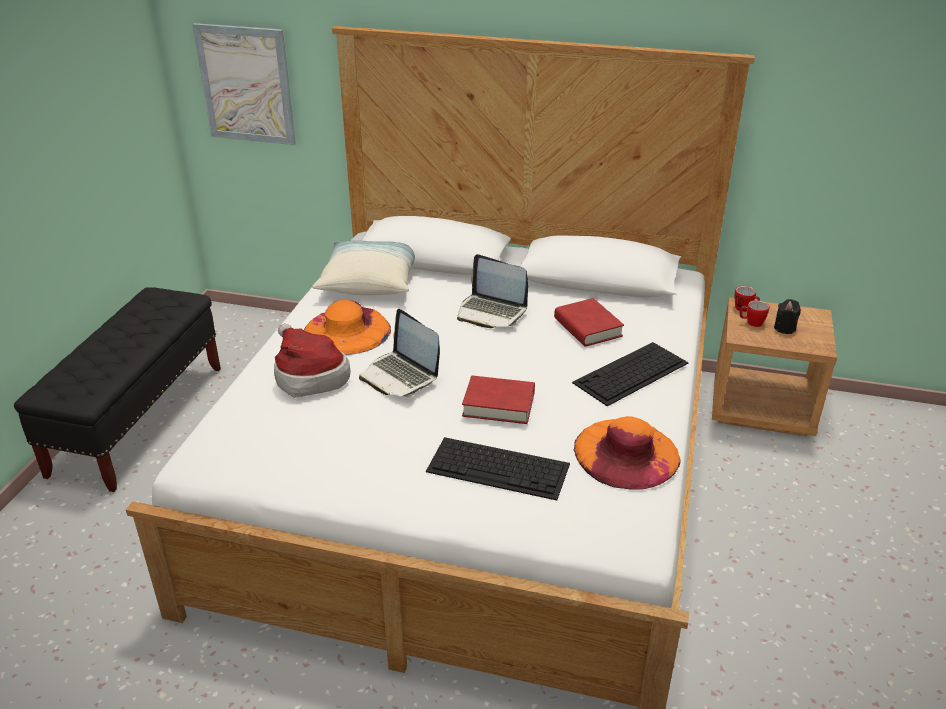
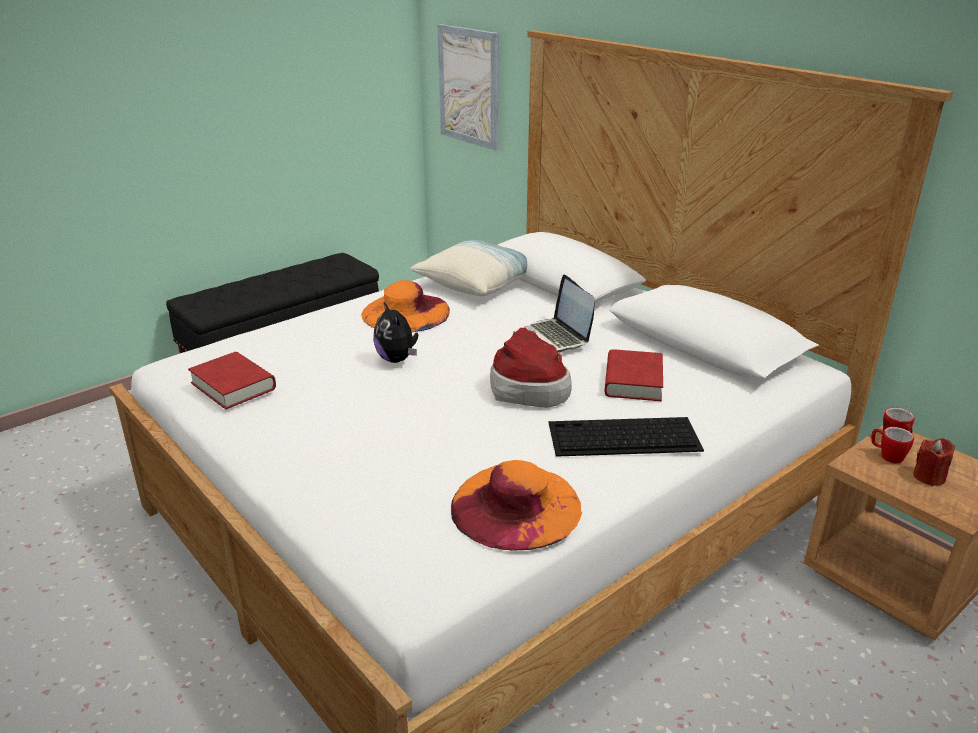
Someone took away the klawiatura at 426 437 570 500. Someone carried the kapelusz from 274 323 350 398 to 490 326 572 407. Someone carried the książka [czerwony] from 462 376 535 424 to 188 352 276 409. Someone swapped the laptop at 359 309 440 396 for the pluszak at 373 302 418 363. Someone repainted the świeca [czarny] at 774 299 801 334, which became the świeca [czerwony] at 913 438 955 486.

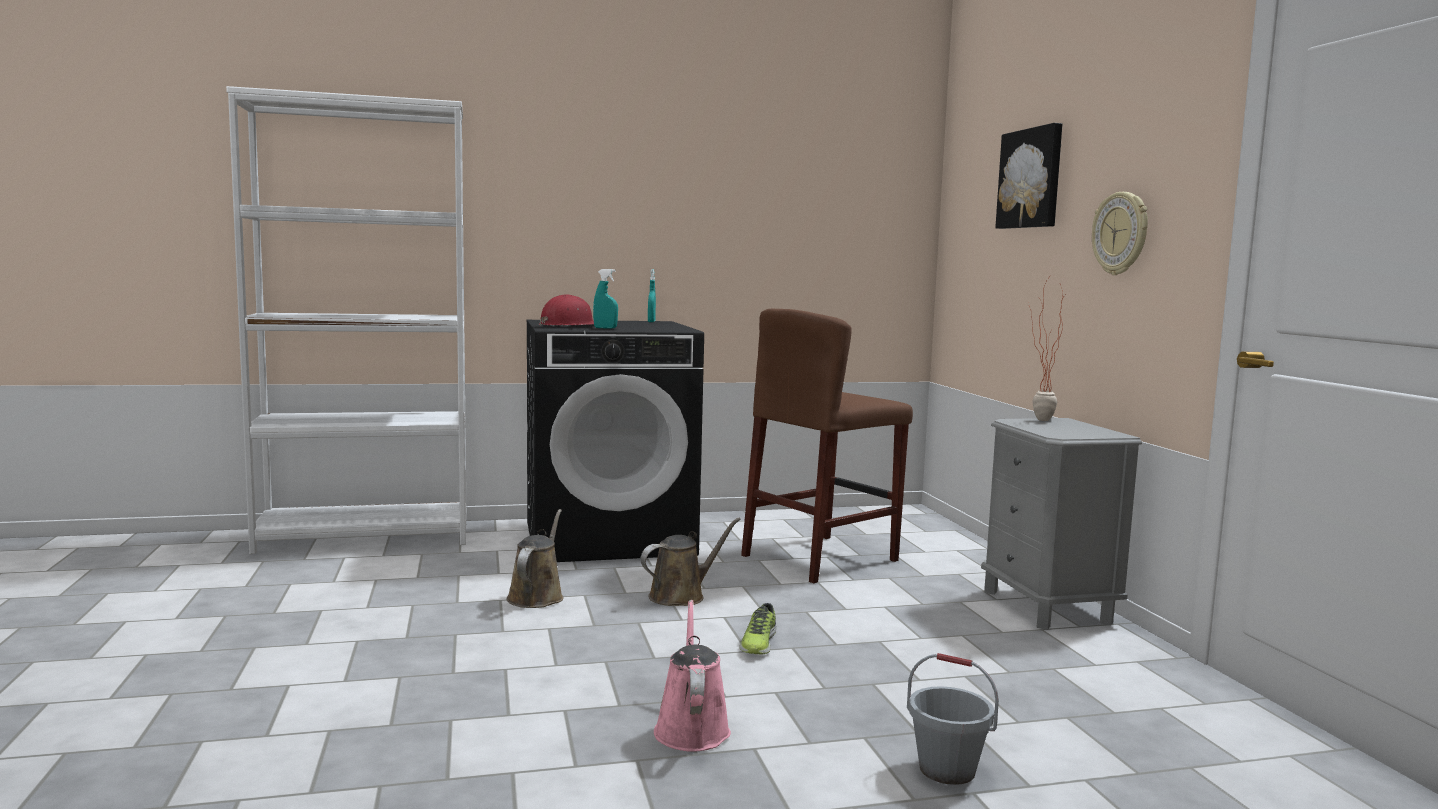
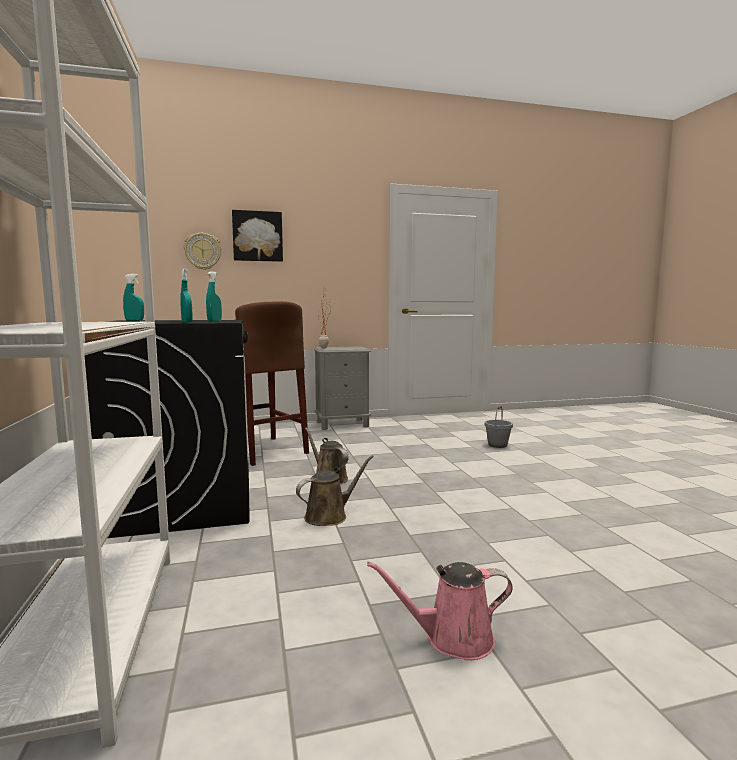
Someone took away the but at 739 603 776 655. Someone carried the konewka [różowy] from 654 600 731 752 to 367 562 513 660. Someone carried the zegar ścienny from 1092 192 1148 275 to 184 233 222 270. Someone swapped the kask [czerwony] at 539 294 594 326 for the spryskiwacz [turkusowy] at 180 268 193 322. Someone rotated the konewka [brązowy] at 506 509 564 608 by 135 degrees clockwise.

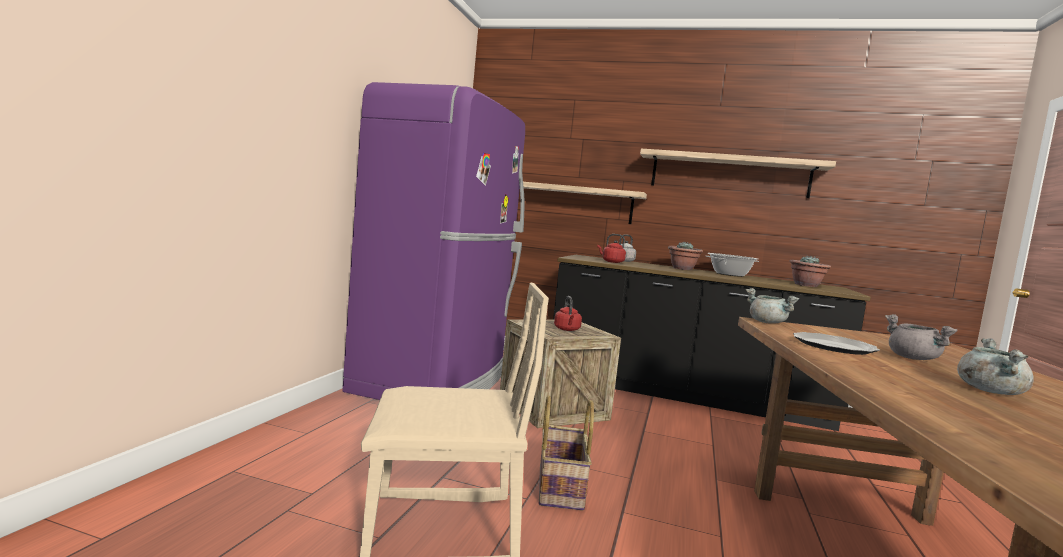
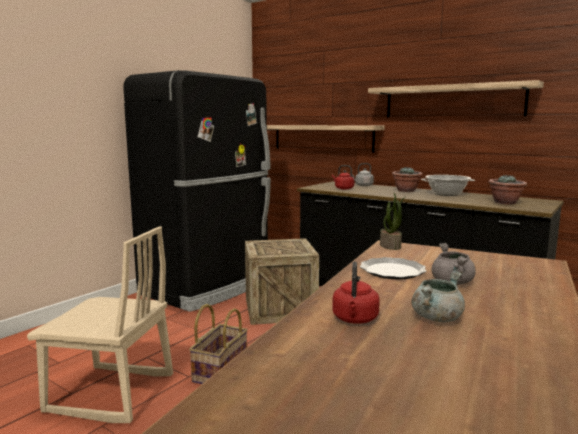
Someone carried the czajnik [czerwony] from 554 296 582 331 to 332 261 380 324. Someone swapped the garnek [szary] at 746 288 799 324 for the roślina doniczkowa at 380 193 406 250. Someone repainted the lodówka [fioletowy] at 342 82 525 400, which became the lodówka [czarny] at 123 70 271 312.

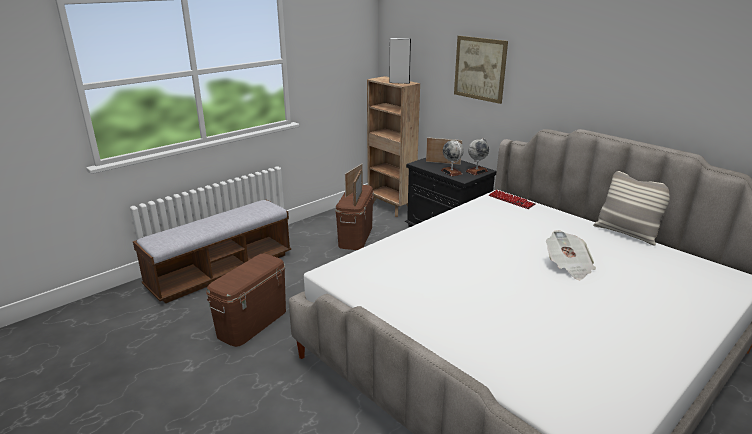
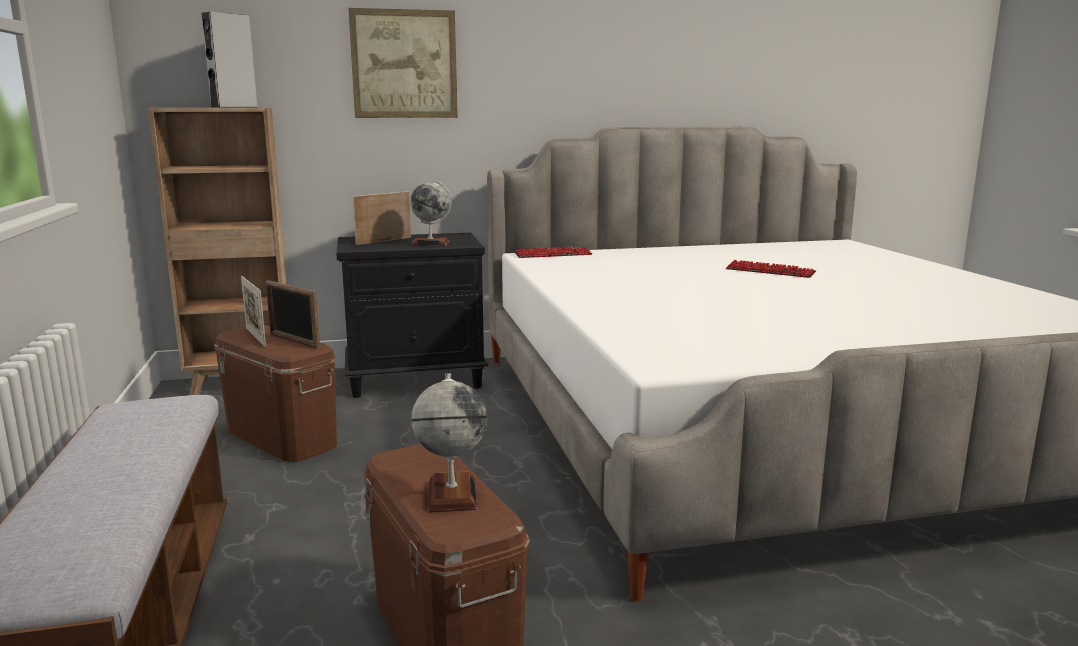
Someone took away the poduszka at 593 171 670 246. Someone carried the globus from 466 138 489 175 to 411 374 487 513. Someone swapped the gazeta at 546 230 596 280 for the klawiatura at 726 260 816 278.

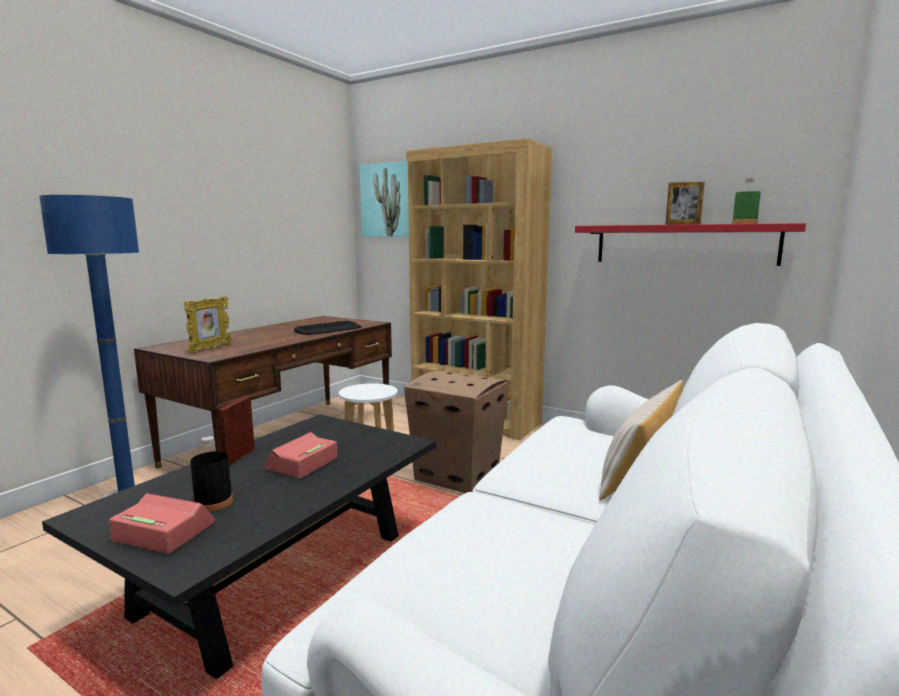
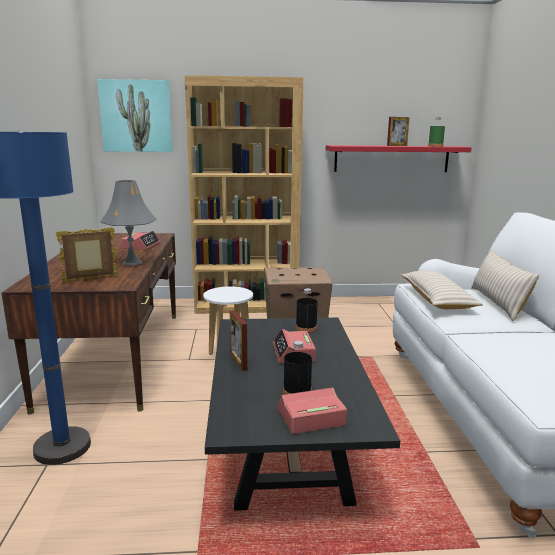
Someone put down the lampa stołowa [szary] at 101 180 156 266. Someone put down the butelka [czarny] at 296 288 318 333. Someone put down the poduszka [beżowy] at 401 271 483 309. Someone swapped the klawiatura at 294 321 362 335 for the budzik at 122 231 160 250. Someone rotated the ramka na zdjęcie at 184 296 232 353 by 105 degrees counterclockwise.

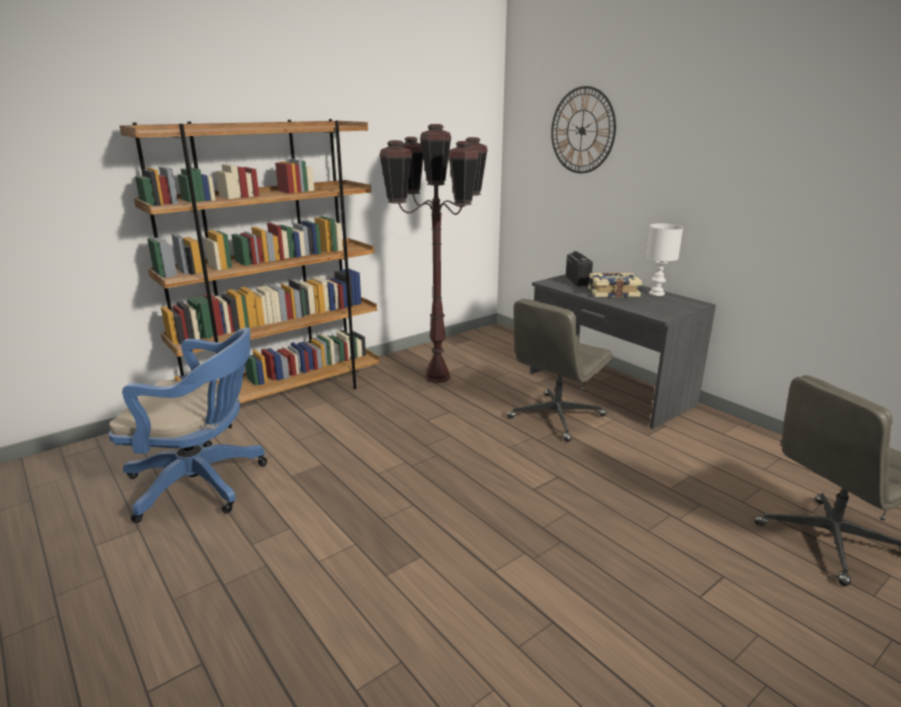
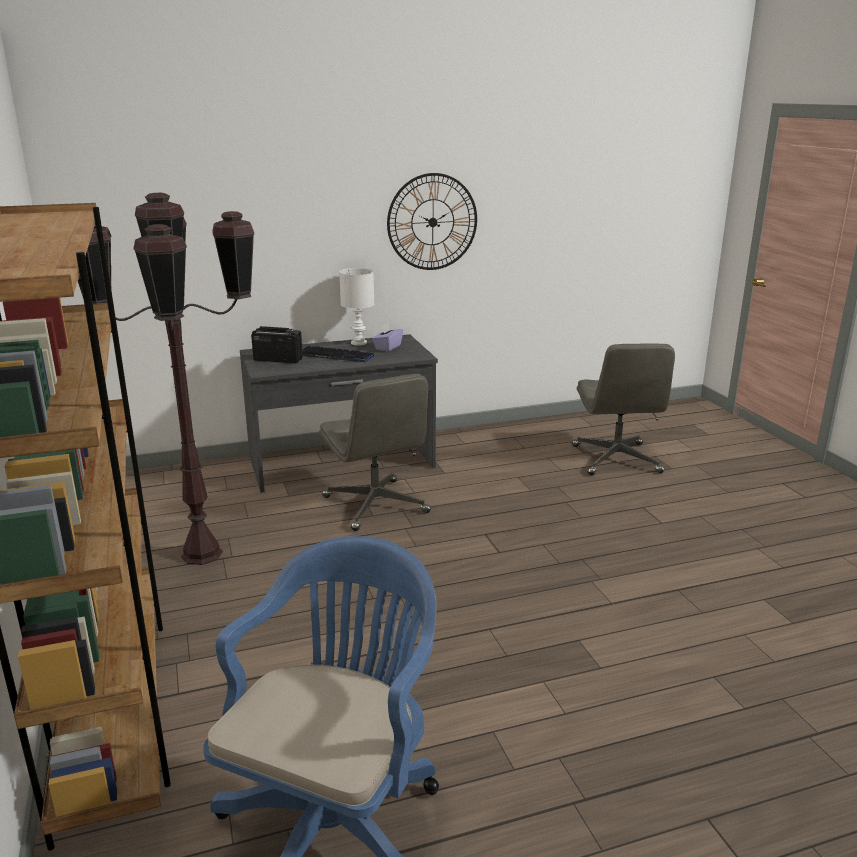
Someone put down the pudełko chusteczek [fioletowy] at 372 323 403 351. Someone carried the zegar ścienny from 551 86 616 173 to 387 173 477 270. Someone swapped the książka at 588 272 642 298 for the klawiatura at 302 346 374 362.

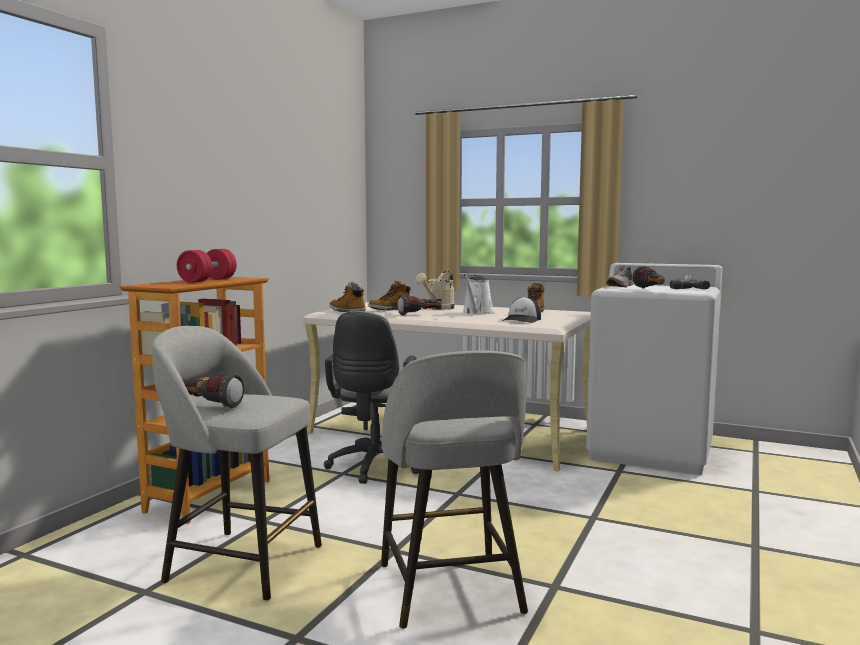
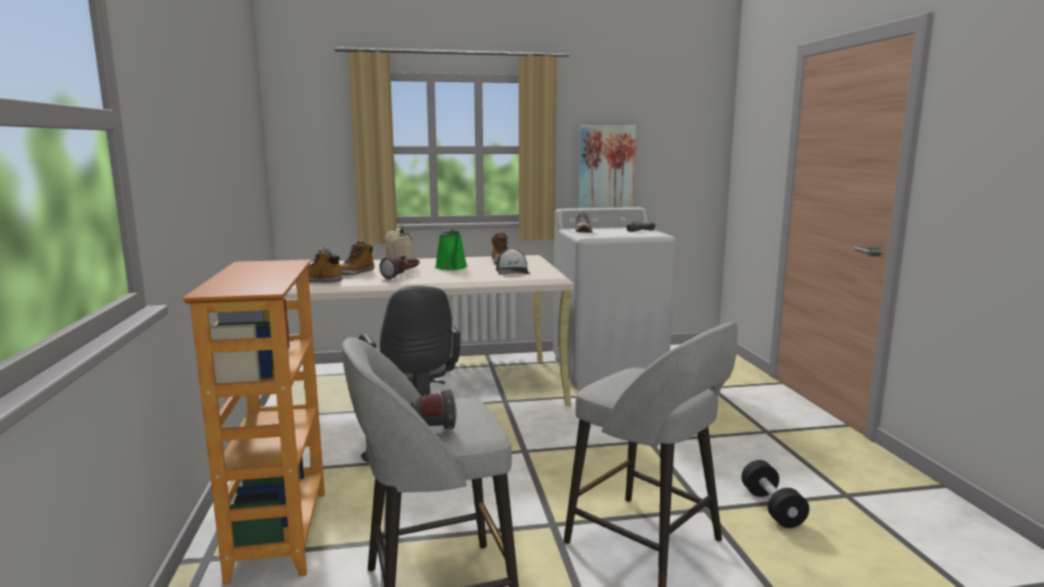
Someone took away the hantel [czerwony] at 177 249 237 283. Someone took away the latarka at 632 266 665 288. Someone put up the obraz at 579 125 636 208. Someone put down the hantel [czarny] at 741 460 809 528. Someone repainted the konewka [biały] at 462 274 495 315, which became the konewka [zielony] at 435 229 468 270.

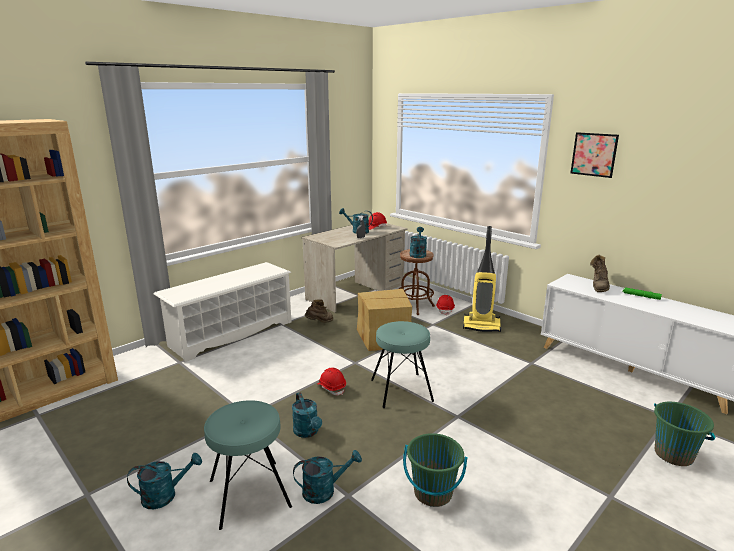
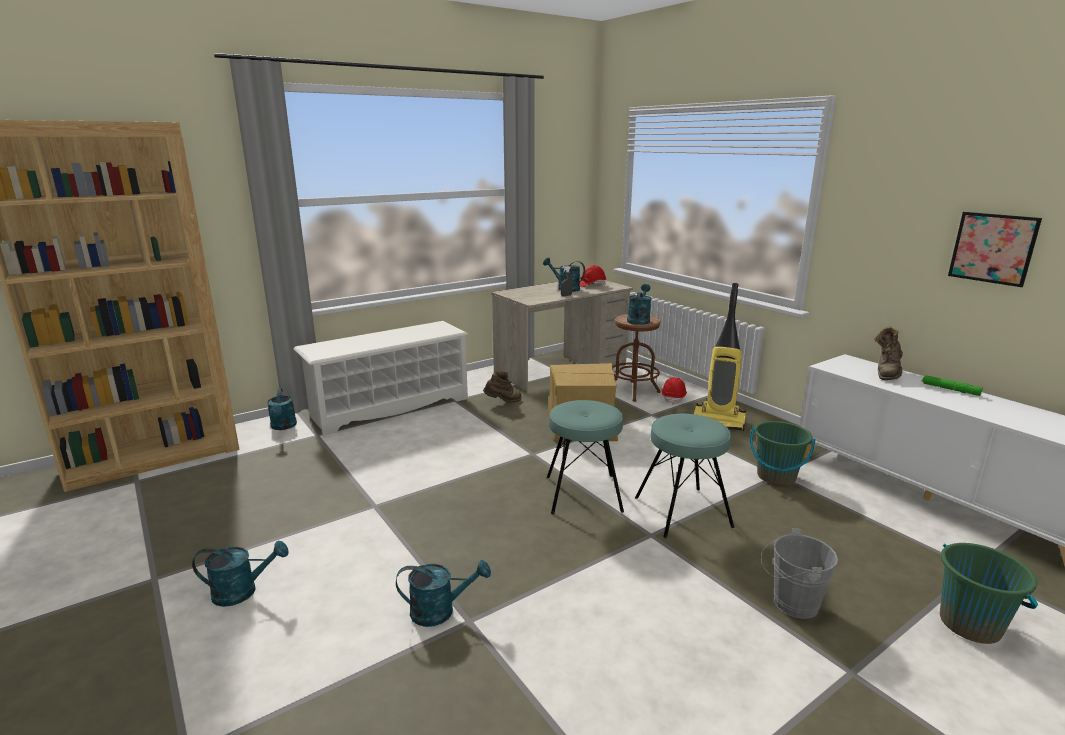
Someone took away the kask [czerwony] at 318 368 346 395. Someone put down the wiadro [szary] at 761 528 838 619. Someone carried the stołek [turkusowy] from 204 400 292 530 to 635 414 734 538. Someone carried the konewka [turkusowy] from 292 392 322 438 to 267 389 297 430. Someone carried the wiadro [zielony] from 403 433 467 507 to 750 421 816 486. Someone carried the obraz from 571 132 619 178 to 948 212 1042 287.

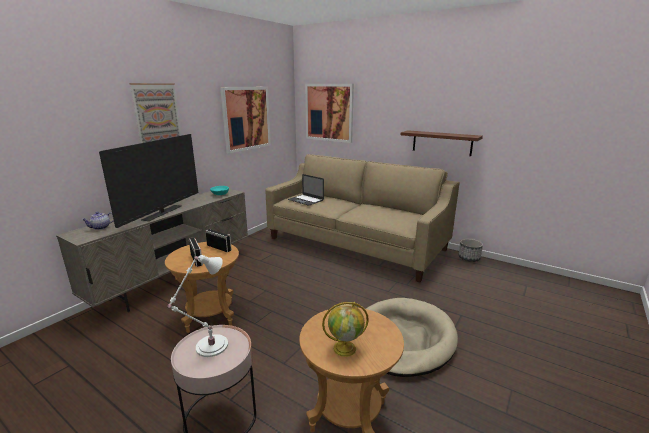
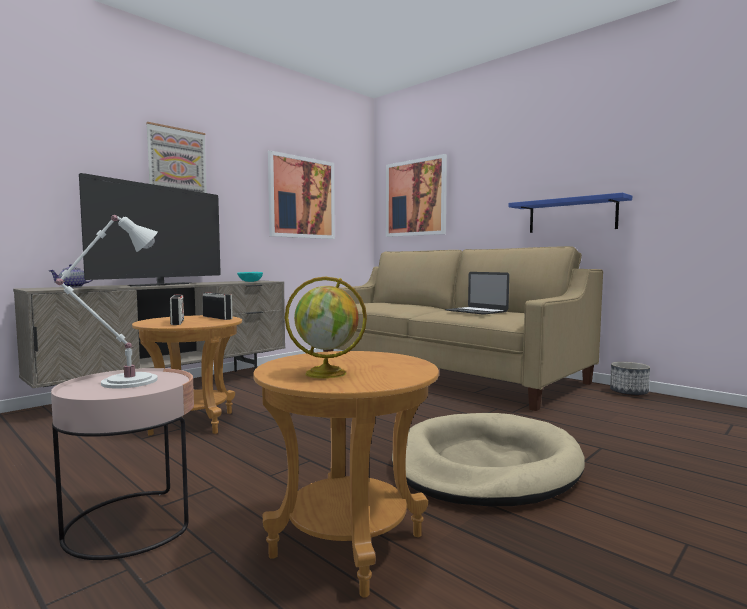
Someone carried the laptop from 288 174 324 206 to 445 272 509 315. Someone repainted the półka [brązowy] at 401 130 483 156, which became the półka [niebieski] at 508 193 632 233.

